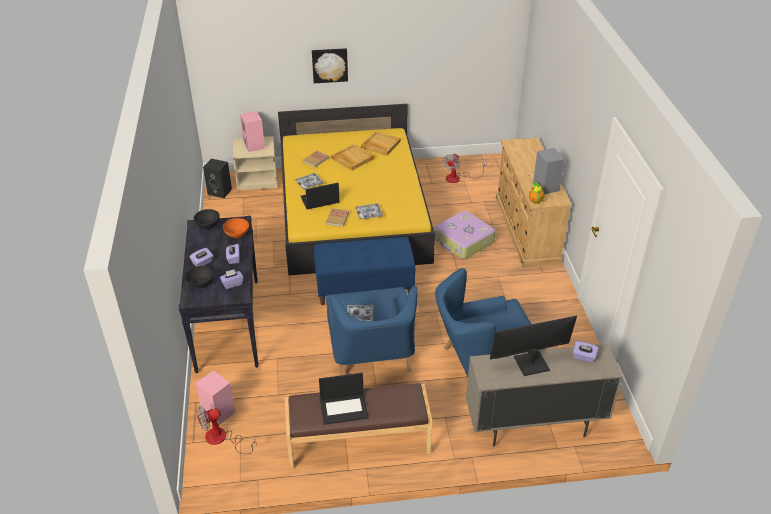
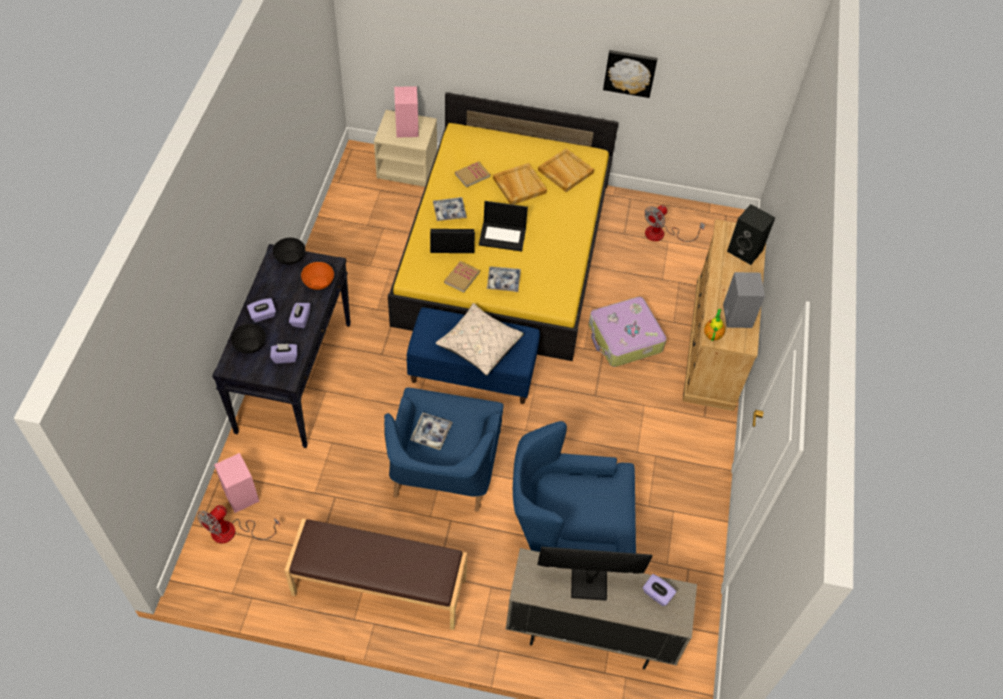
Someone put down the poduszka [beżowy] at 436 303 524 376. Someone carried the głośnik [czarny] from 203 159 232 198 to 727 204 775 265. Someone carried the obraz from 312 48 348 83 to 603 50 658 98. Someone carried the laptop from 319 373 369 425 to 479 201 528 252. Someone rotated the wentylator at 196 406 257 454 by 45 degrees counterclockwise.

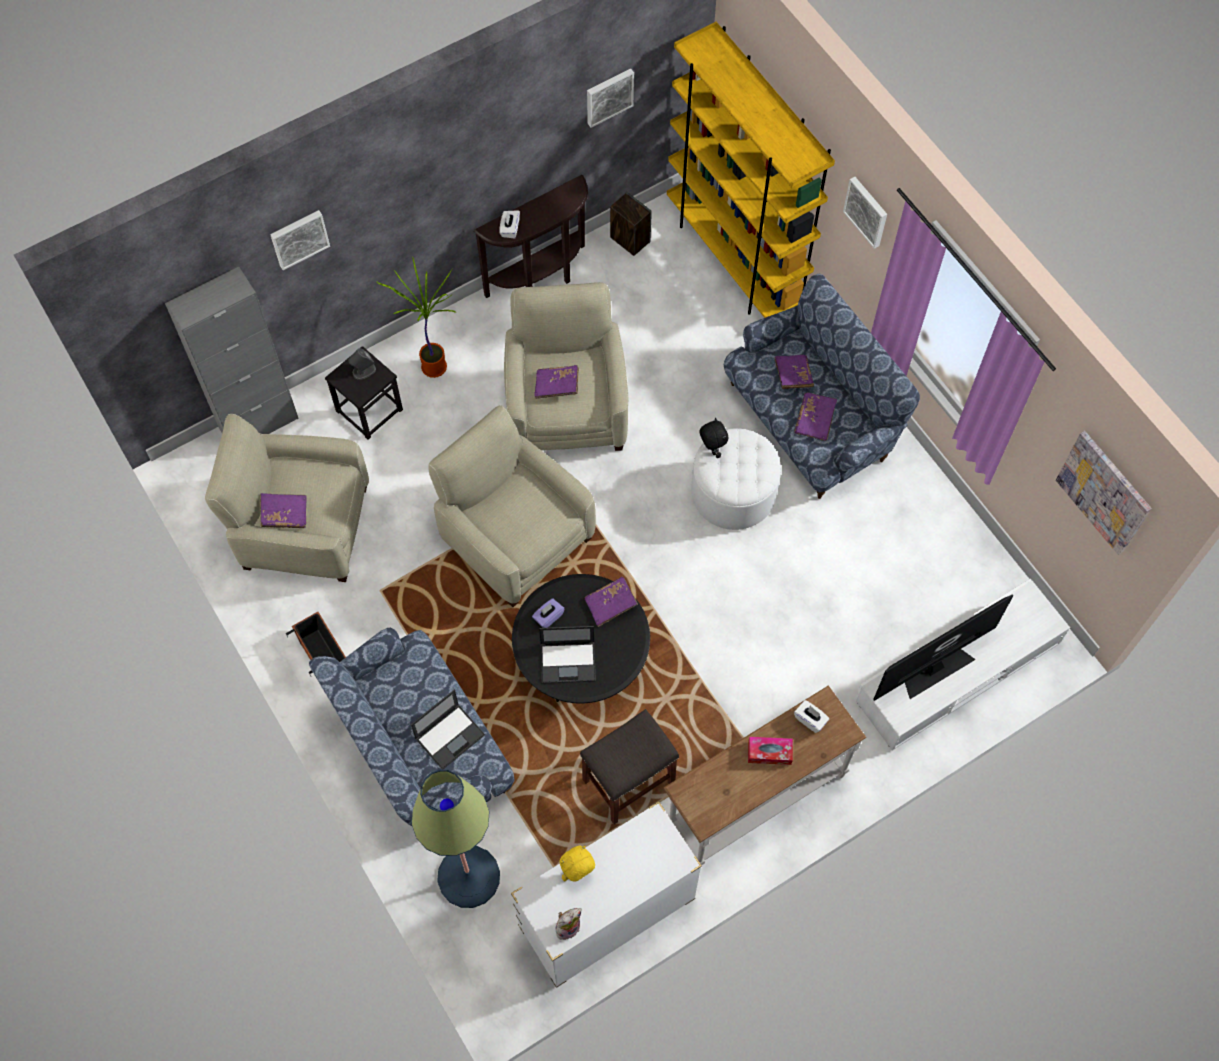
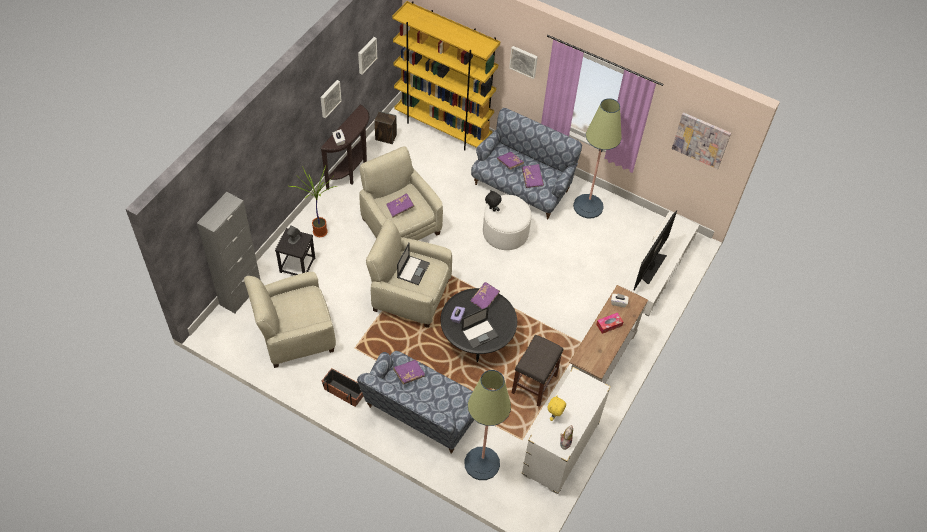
Someone put down the lampa stojąca at 573 98 622 218. Someone carried the książka [fioletowy] from 260 493 307 528 to 393 360 425 385. Someone carried the obraz from 270 210 330 270 to 321 80 342 119. Someone carried the laptop from 411 690 485 770 to 397 243 430 285.

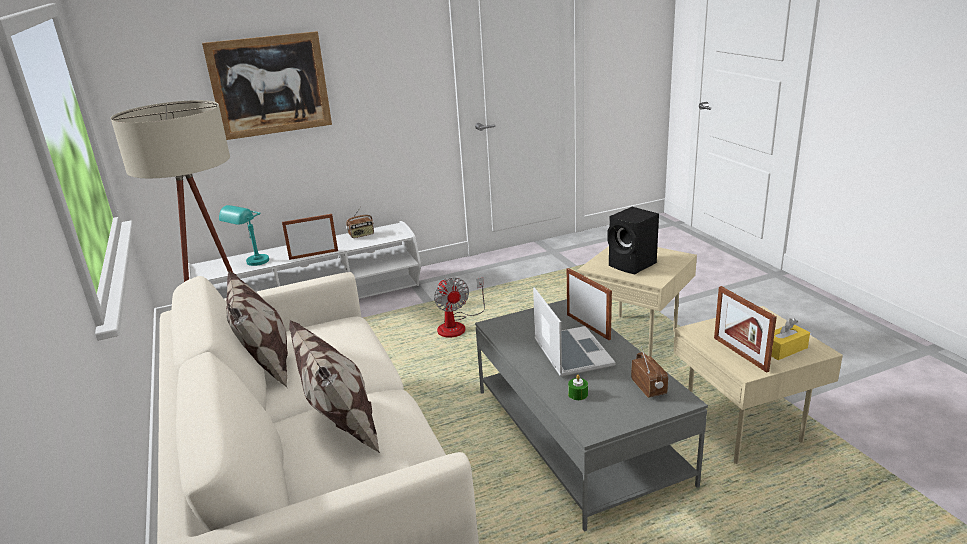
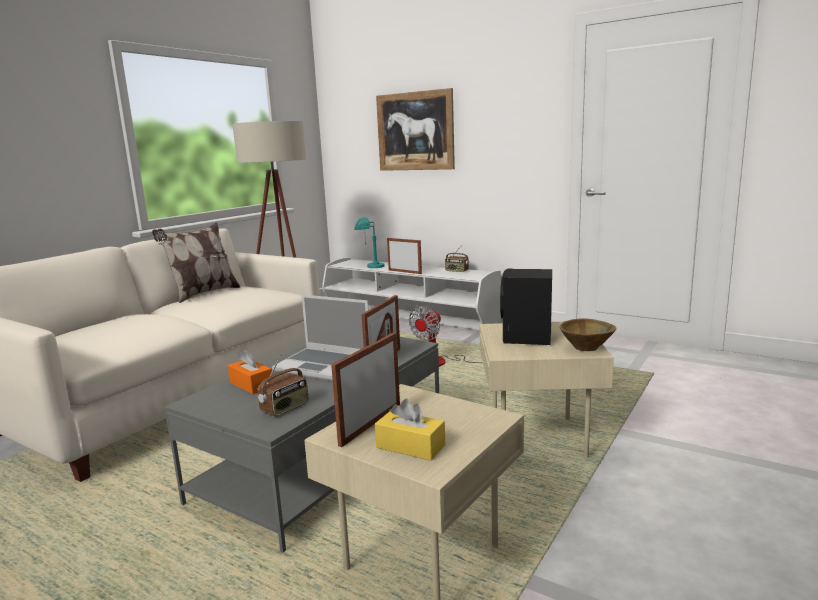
Someone took away the poduszka at 289 320 380 453. Someone put down the miska [brązowy] at 560 318 616 351. Someone swapped the świeca [zielony] at 568 375 588 400 for the pudełko chusteczek [pomarańczowy] at 228 349 273 394. Someone rotated the laptop at 533 287 616 377 by 75 degrees clockwise.

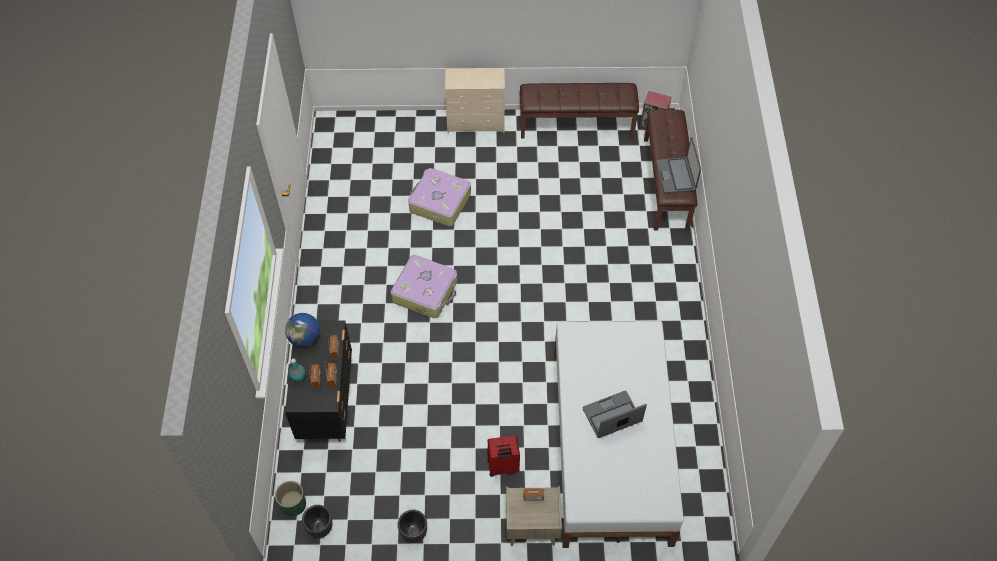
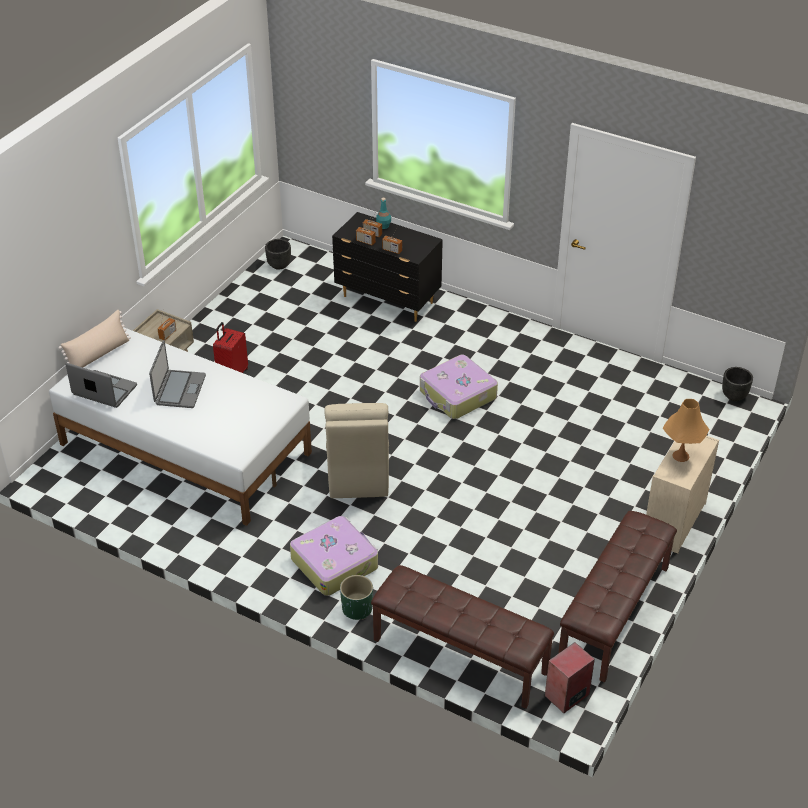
Someone took away the globus at 285 313 320 347. Someone put down the poduszka [beżowy] at 59 310 131 367. Someone put down the krzesło [beżowy] at 325 403 389 498. Someone put down the lampa stołowa [pomarańczowy] at 663 399 709 462. Someone carried the donica [zielony] from 275 481 306 516 to 340 575 373 620. Someone carried the donica [czarny] from 398 510 427 543 to 722 367 753 401. Someone carried the walizka from 408 168 471 226 to 290 516 378 596. Someone carried the laptop from 656 137 701 194 to 66 363 137 408.

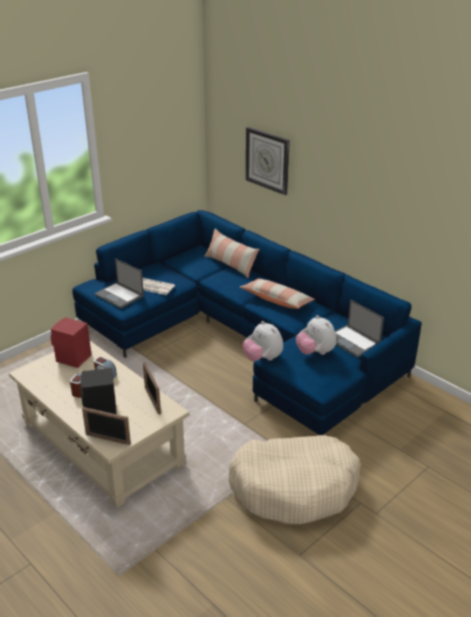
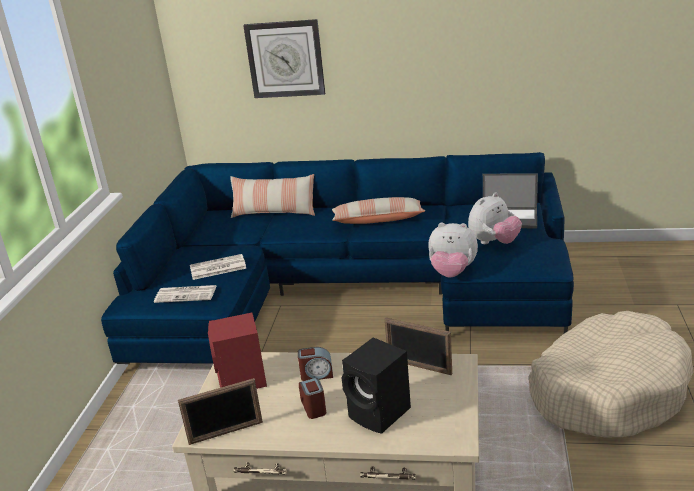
Someone carried the ramka na zdjęcie from 82 407 131 445 to 178 378 263 445. Someone swapped the laptop at 94 258 144 309 for the gazeta at 154 285 217 303. Someone rotated the pluszak at 296 315 336 355 by 60 degrees counterclockwise.

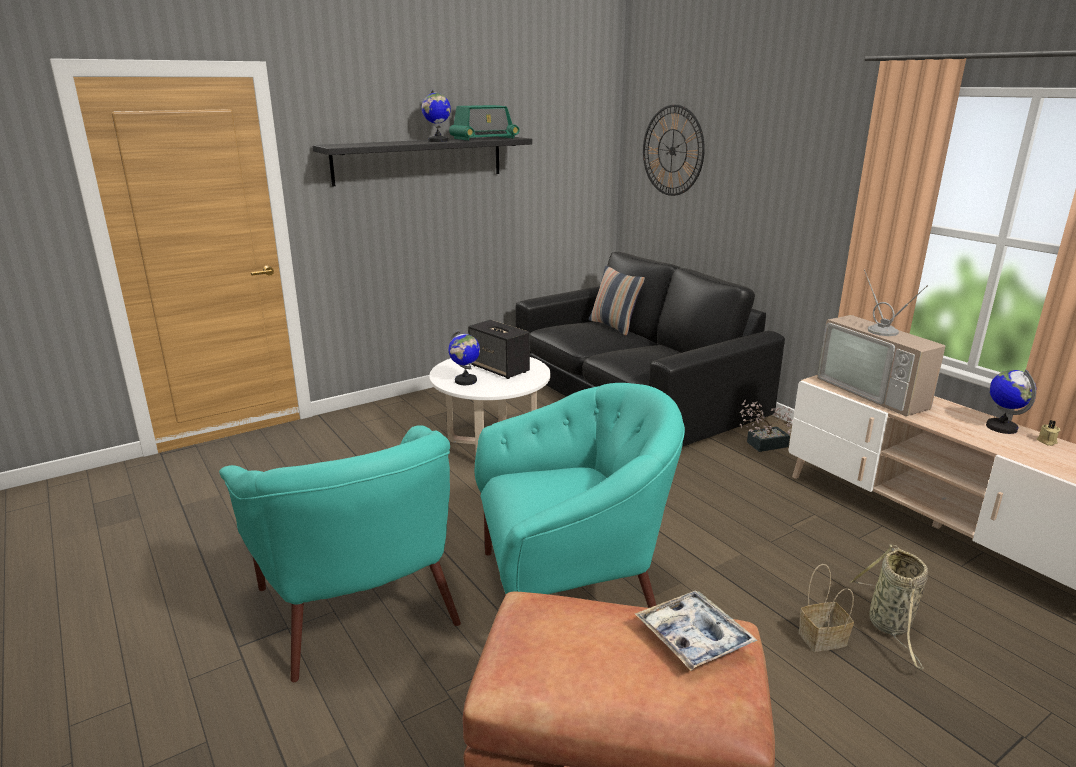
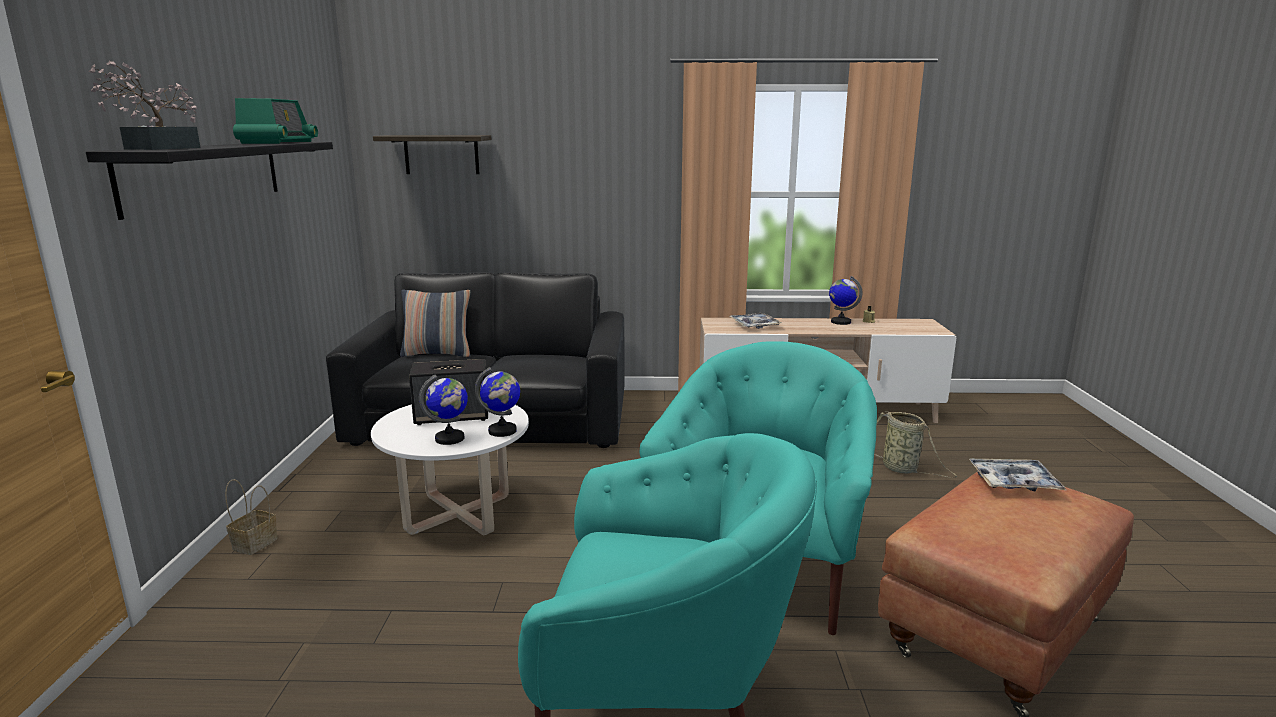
Someone carried the globus from 422 89 451 142 to 475 367 520 437. Someone carried the roślina doniczkowa from 740 400 793 452 to 89 60 200 150. Someone carried the koszyk from 798 564 854 652 to 225 479 278 555. Someone swapped the zegar ścienny at 643 104 705 196 for the półka at 373 135 491 174. Someone swapped the telewizor at 817 269 945 416 for the taca at 730 313 781 329.

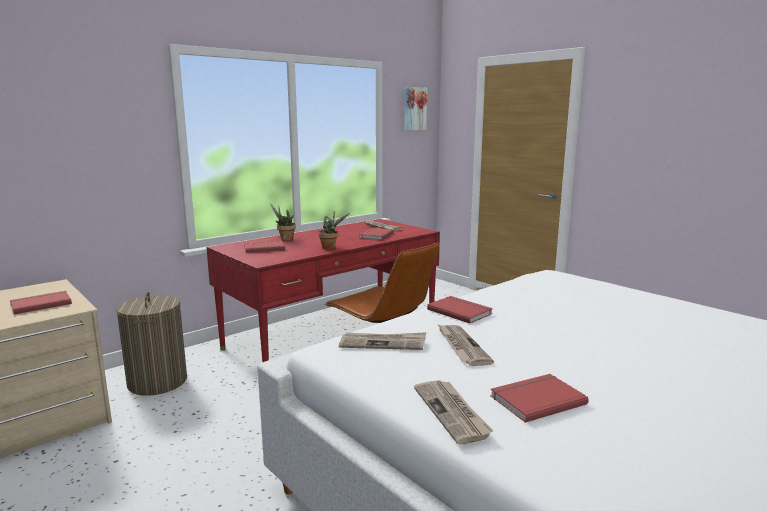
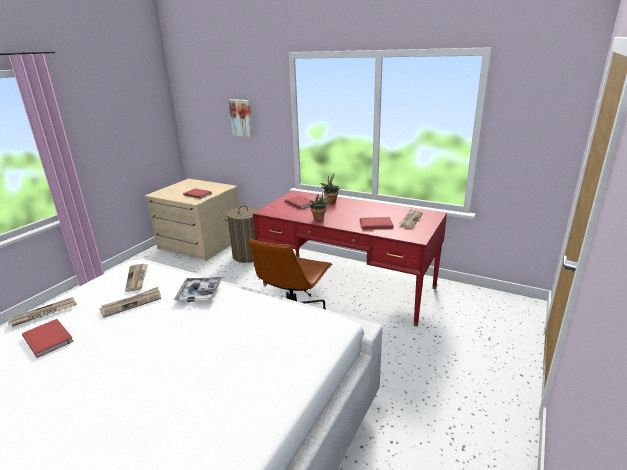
Someone carried the obraz from 404 87 427 130 to 228 99 253 137. Someone swapped the książka [czerwony] at 427 296 493 324 for the taca at 174 277 222 302.

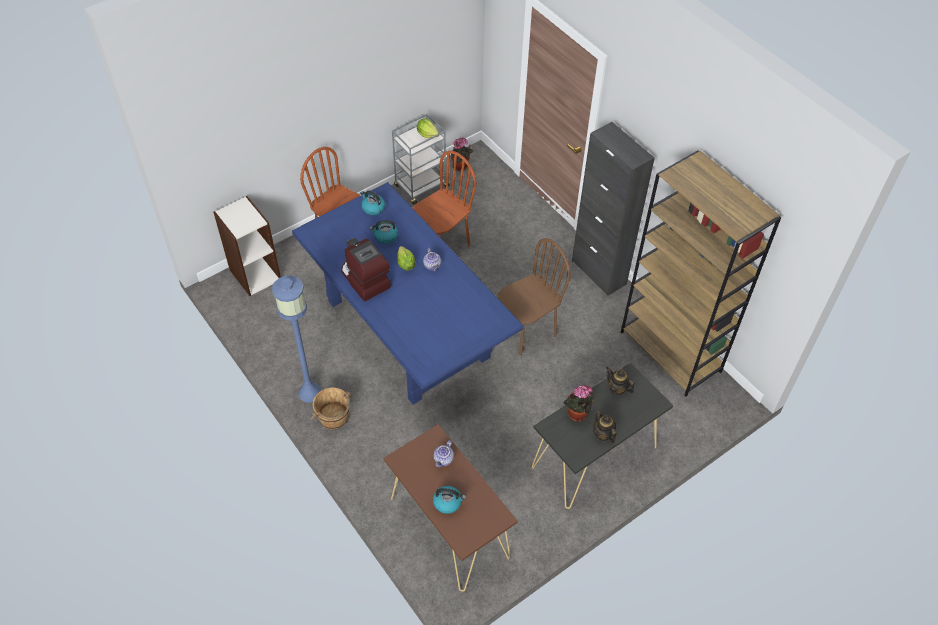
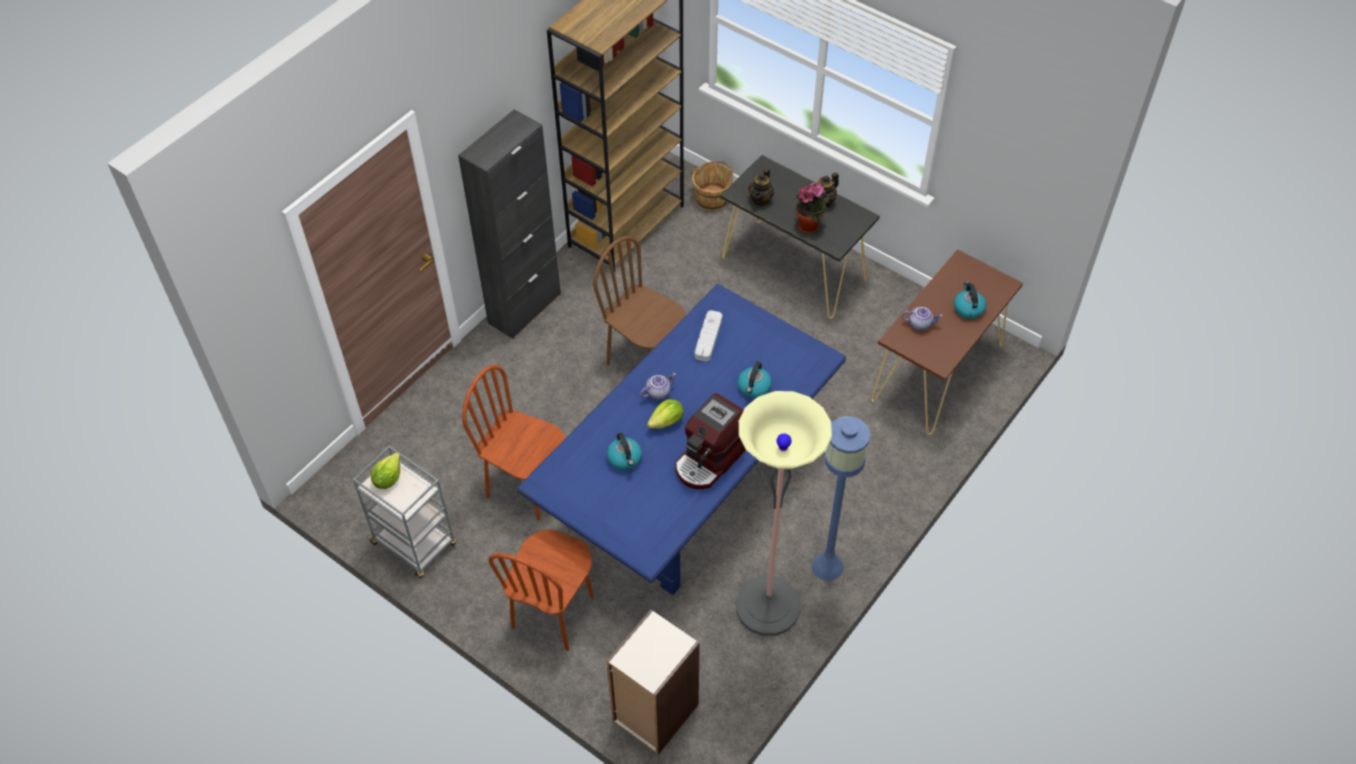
Someone took away the roślina doniczkowa at 451 137 473 171. Someone put down the taca [szary] at 694 310 722 362. Someone put down the lampa stojąca at 736 391 832 636. Someone carried the wiadro [brązowy] from 311 387 353 429 to 690 161 733 210. Someone carried the czajnik from 360 191 385 215 to 738 362 772 398.

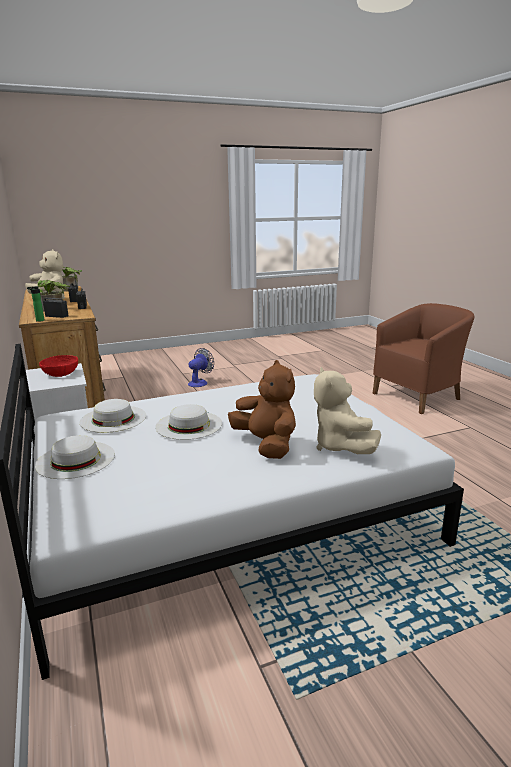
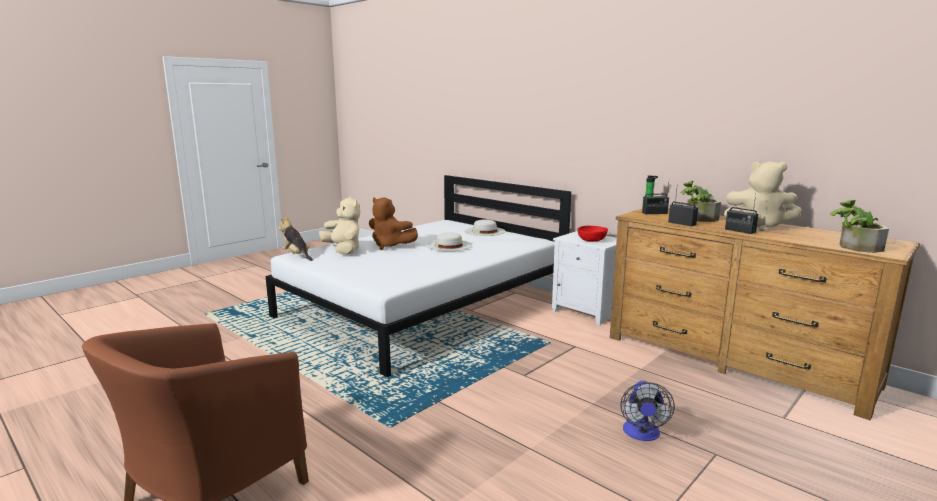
Someone took away the kapelusz [biały] at 80 399 146 433. Someone put down the pluszak at 278 217 313 261.

